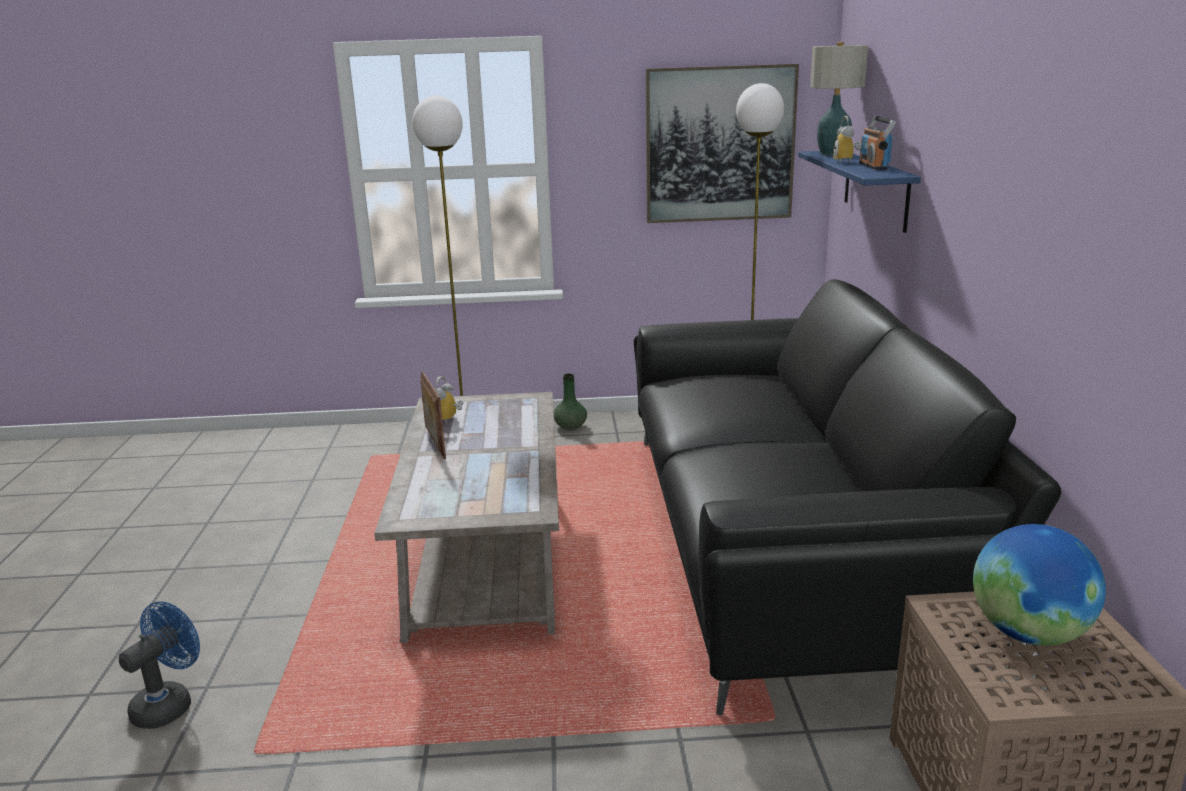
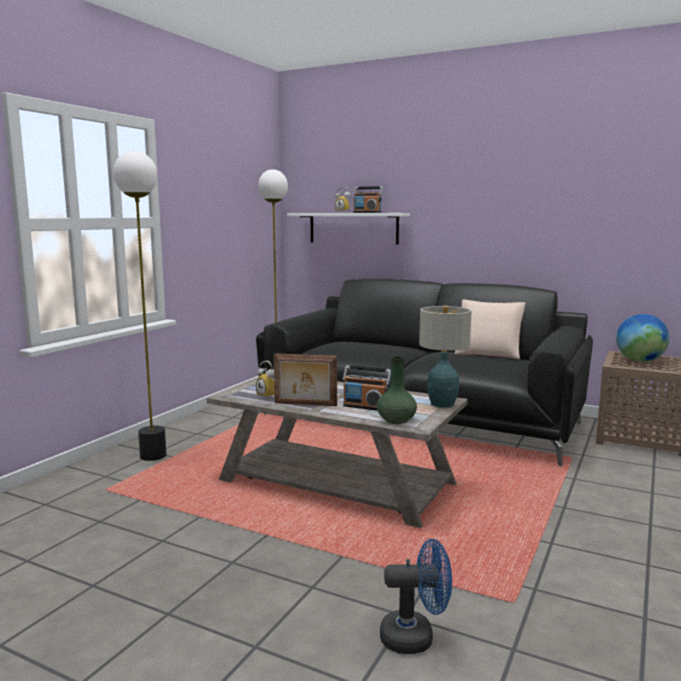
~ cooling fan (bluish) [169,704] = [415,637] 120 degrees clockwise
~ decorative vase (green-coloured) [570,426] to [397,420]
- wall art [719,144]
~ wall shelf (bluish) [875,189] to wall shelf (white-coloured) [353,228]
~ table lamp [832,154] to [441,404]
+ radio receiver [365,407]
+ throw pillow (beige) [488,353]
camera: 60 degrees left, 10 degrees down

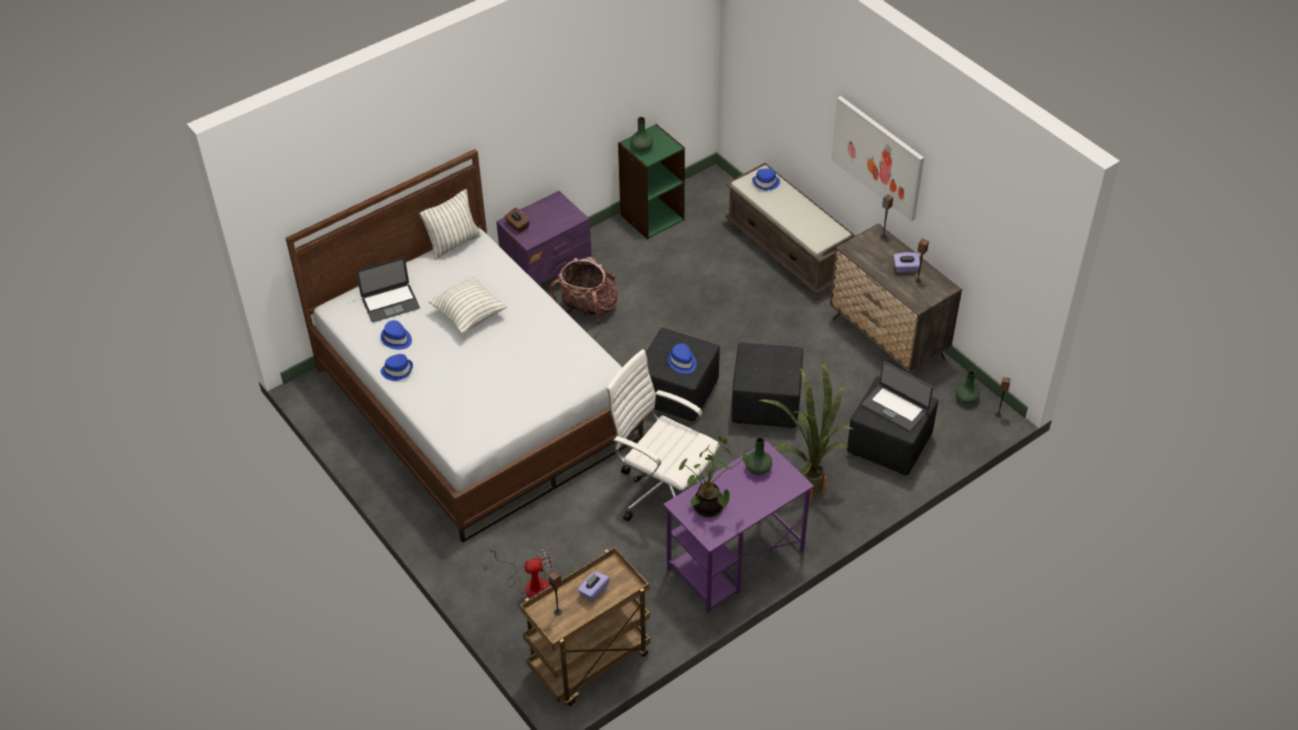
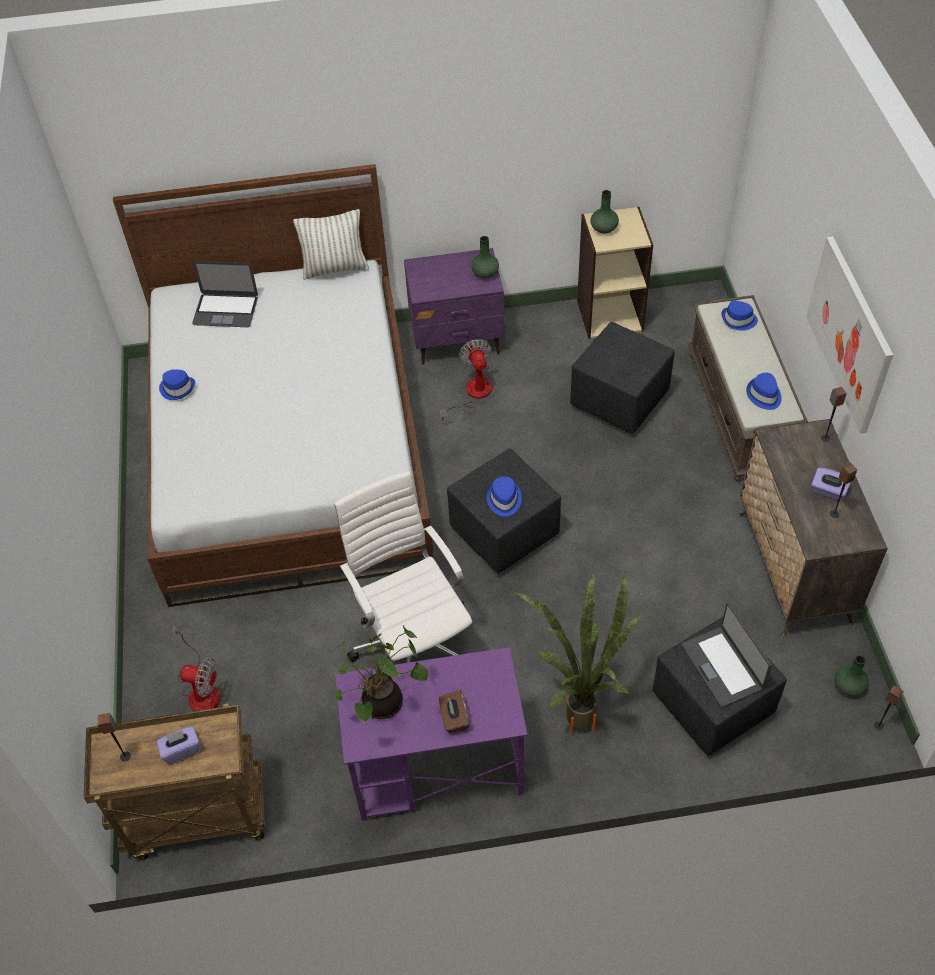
~ wearable hat (bluish) [396,339] to [764,395]
- throw pillow [469,315]
~ tissue holder (brown-coloured) [517,226] to [454,718]
~ knapsack [588,309] to cooling fan [472,395]
~ bookcase (green-coloured) [651,217] to bookcase (beige) [609,315]
~ footrest (black) [766,404] to [620,400]
~ decorative vase (green-coloured) [758,468] to [485,273]
camera: 30 degrees right, 5 degrees up

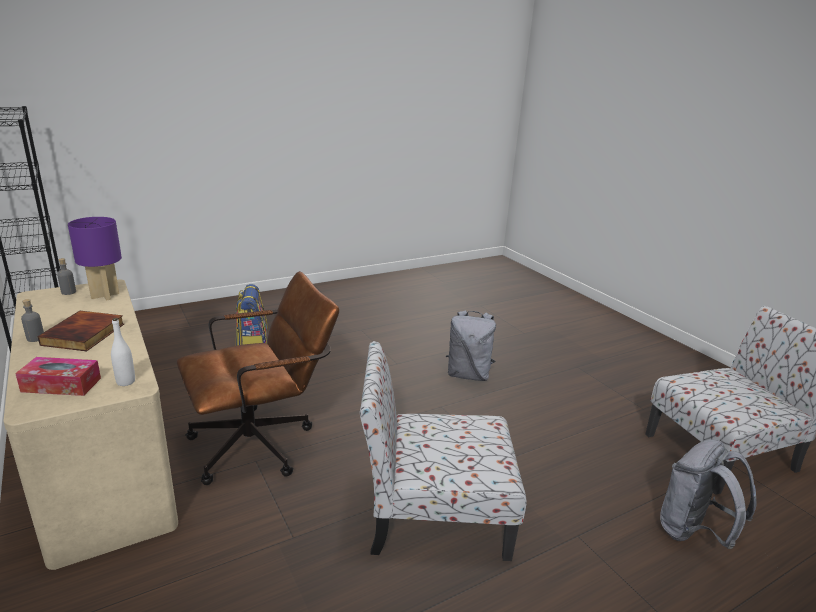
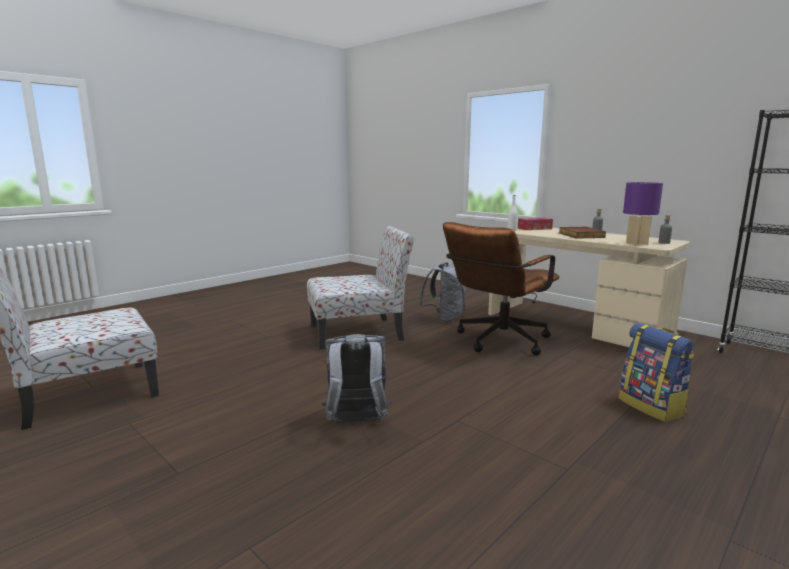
~ knapsack (grey) [693,532] to [445,318]
camera: 165 degrees right, 10 degrees down

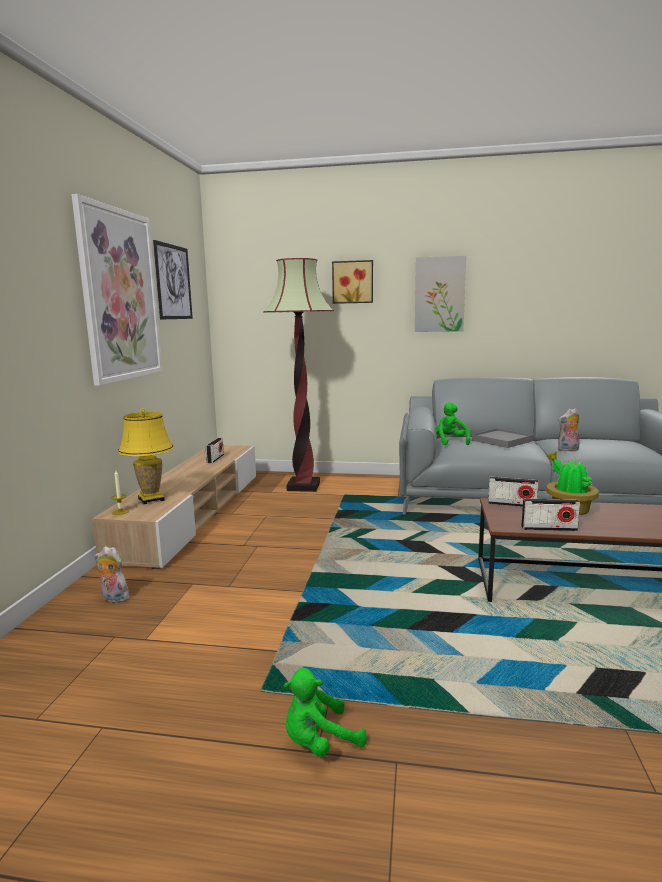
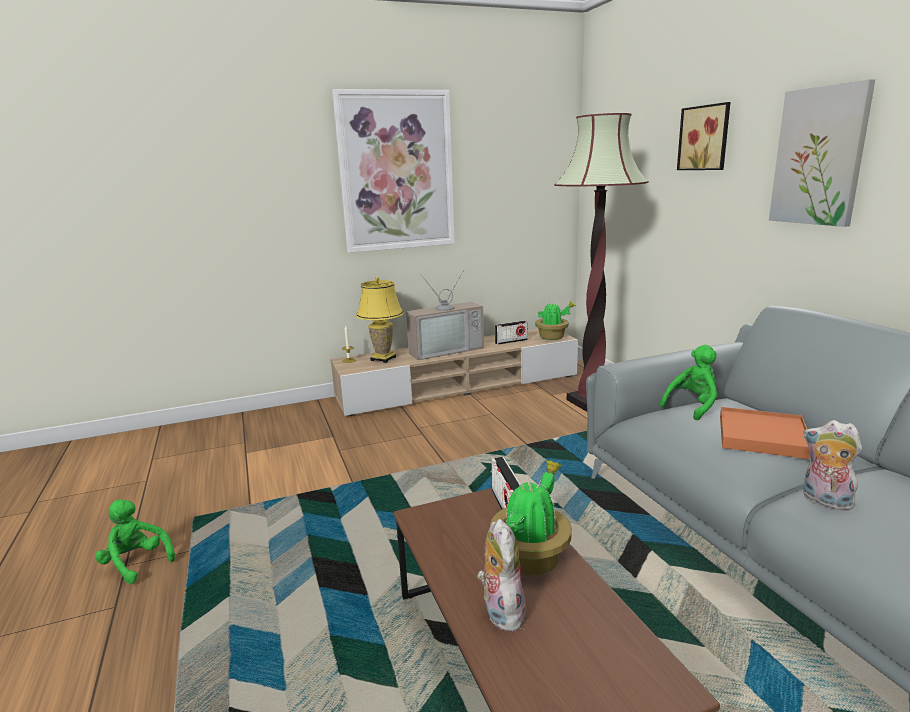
~ soft toy [113,599] to [500,611]
- wall art [173,282]
~ tray (grey) [502,441] to tray (orangey) [762,436]
- radio receiver [549,528]
+ TV [445,349]
+ houseplant [553,337]
camera: 60 degrees right, 5 degrees up

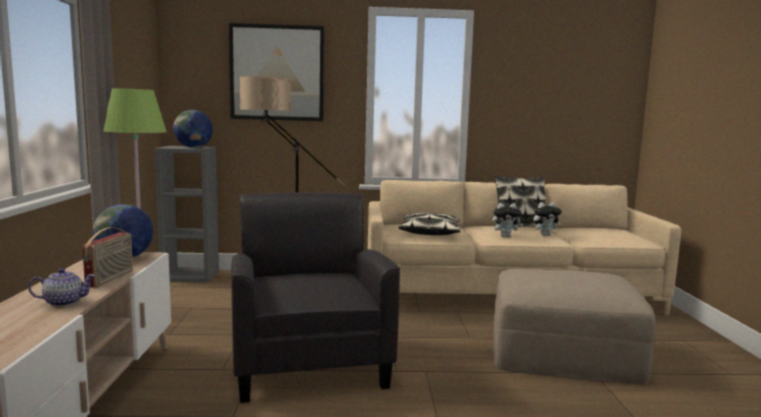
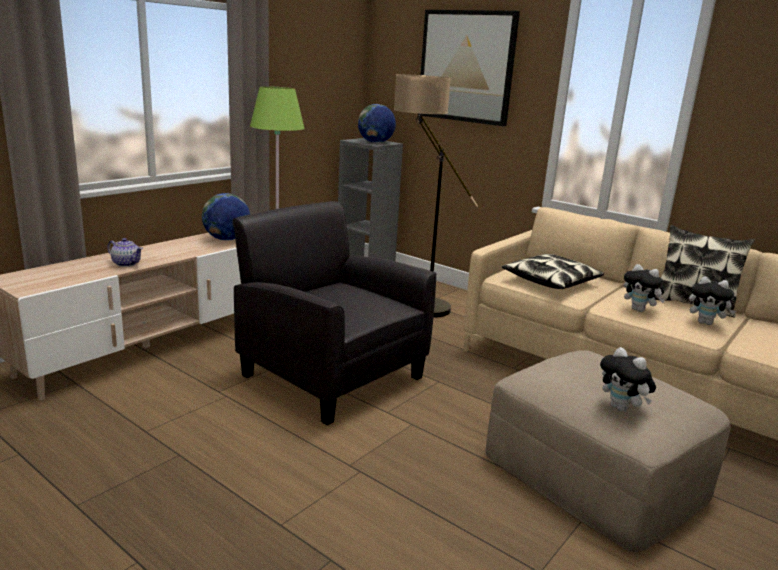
- radio receiver [111,278]
~ armchair (black) [309,363] = [331,375] 75 degrees counterclockwise
+ soft toy [622,408]
camera: 40 degrees right, 10 degrees up

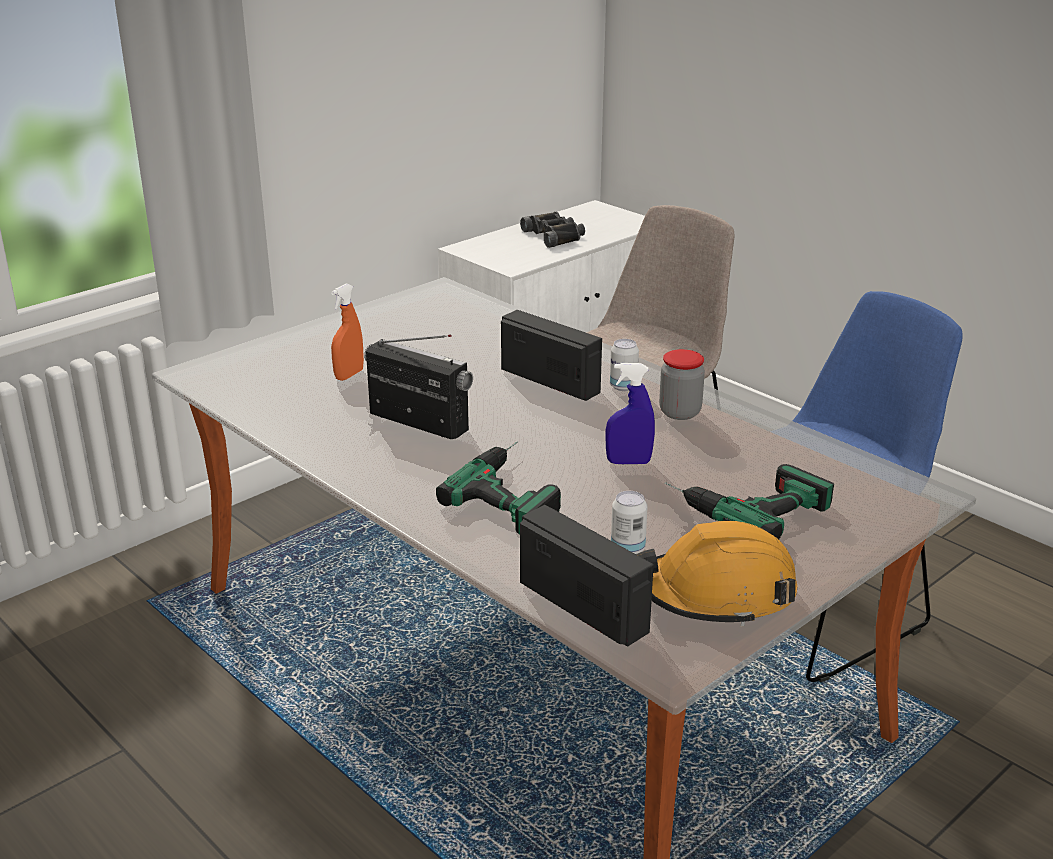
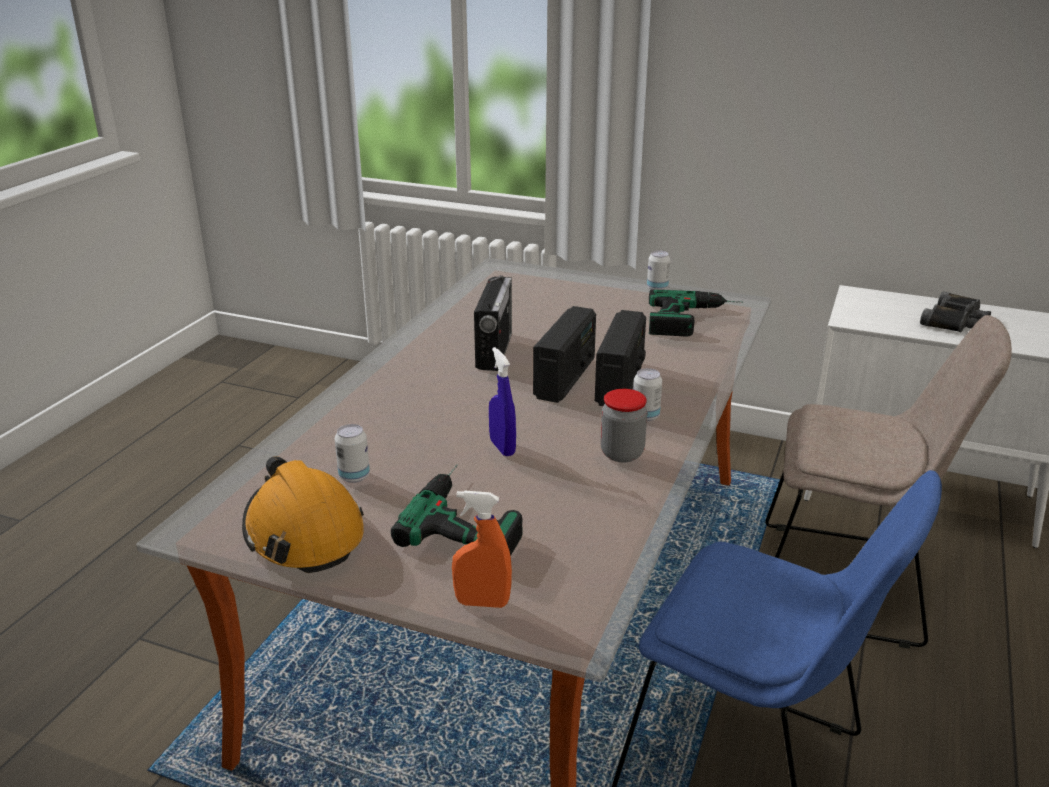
~ sprayer (orangey) [349,375] to [482,603]
~ electric drill [516,491] to [695,320]
~ radio receiver [584,606] to [565,378]
+ sealed can [657,288]
camera: 65 degrees right, 0 degrees up

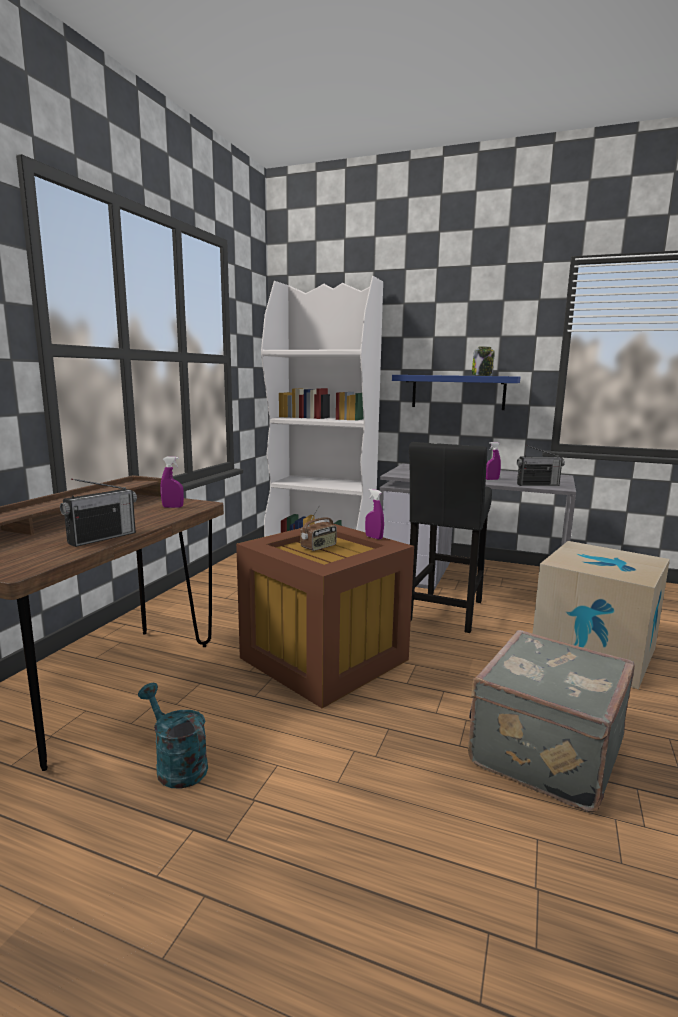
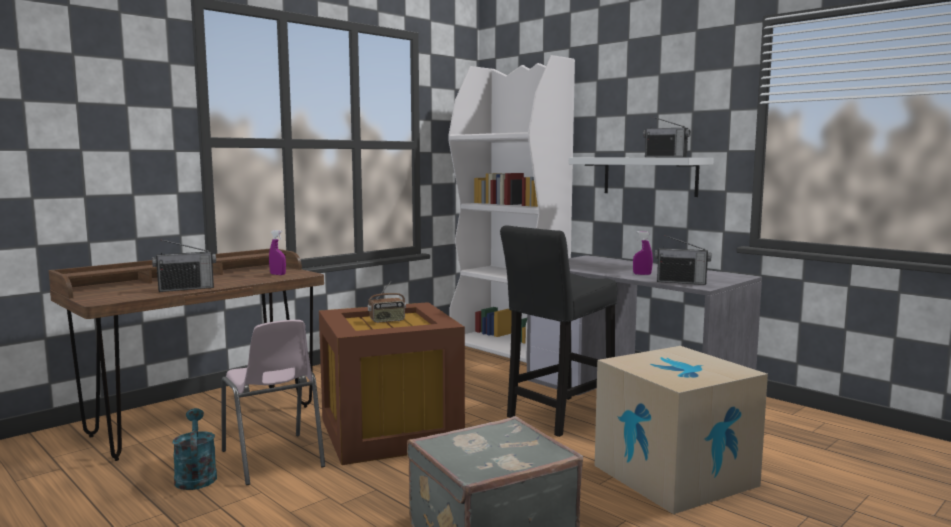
- sprayer (purple) [374,537]
~ wall shelf (bluish) [458,392] to wall shelf (white-coloured) [649,176]
~ preserve jar [482,375] to radio receiver [665,157]
+ upright chair (pink-coloured) [273,459]
camera: 25 degrees right, 5 degrees down

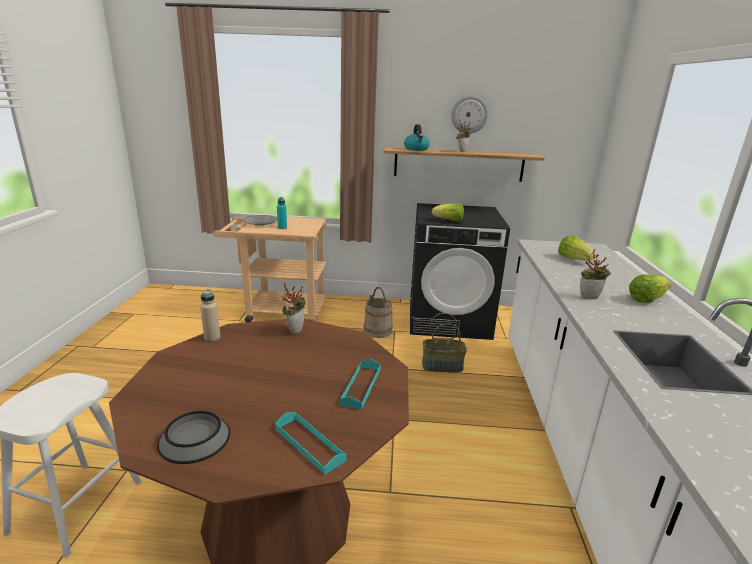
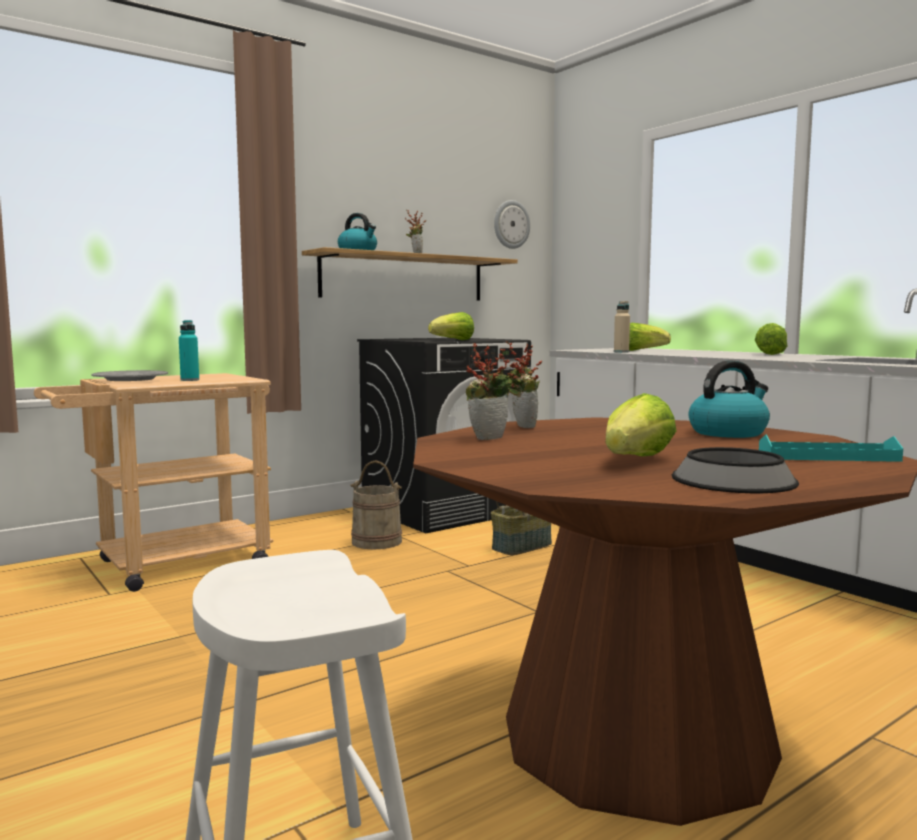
~ bottle (beige) [212,338] to [621,352]
~ tray (turquoise) [361,386] to tea kettle [728,433]
~ hanging clock [469,114] to [511,224]
~ houseplant [589,297] to [488,437]
+ lettuce [636,460]
camera: 40 degrees left, 15 degrees down

